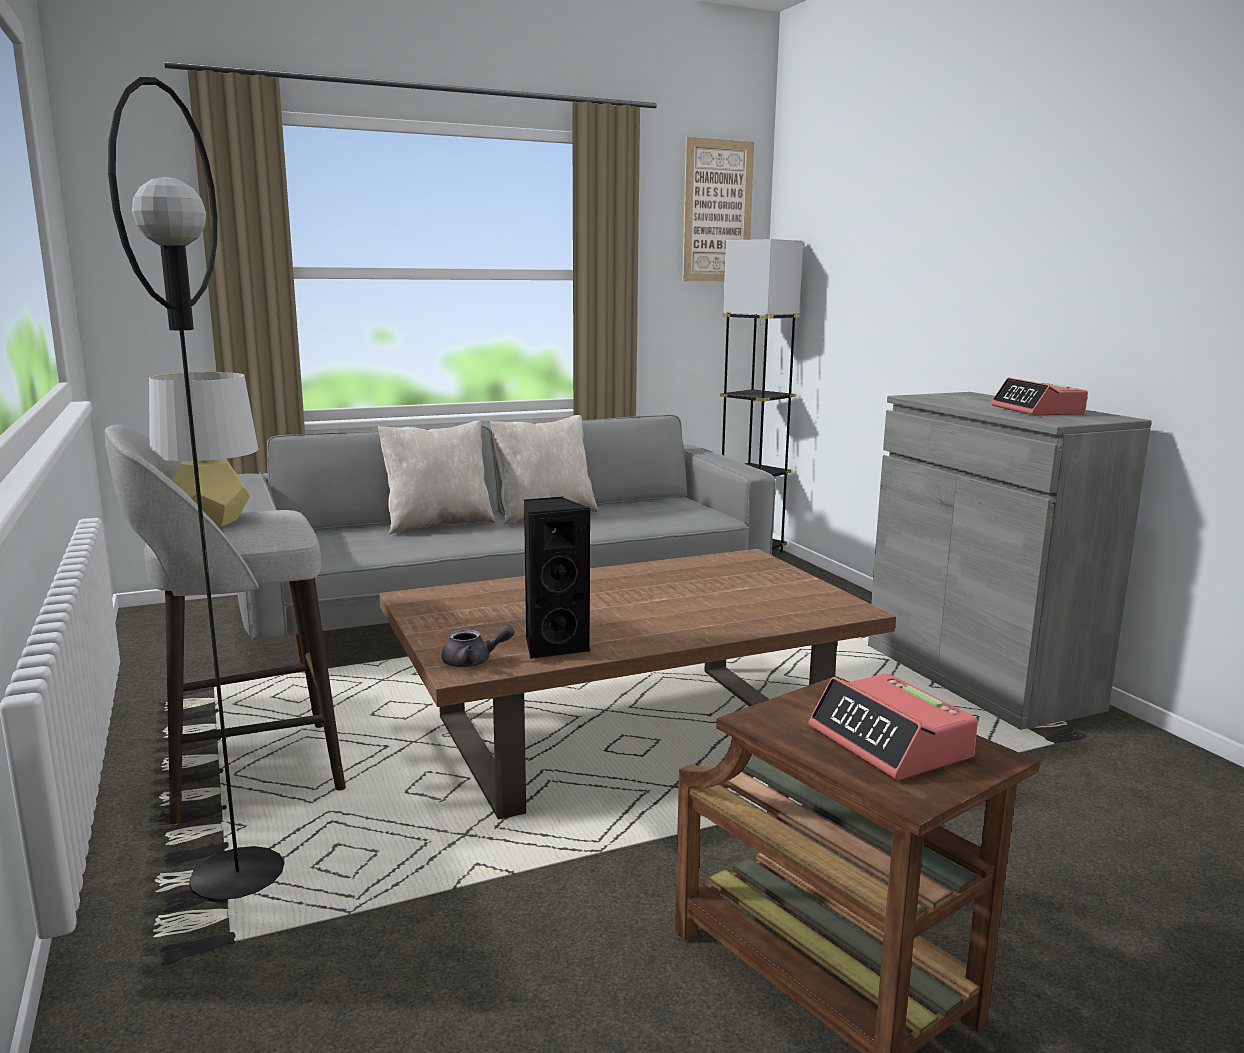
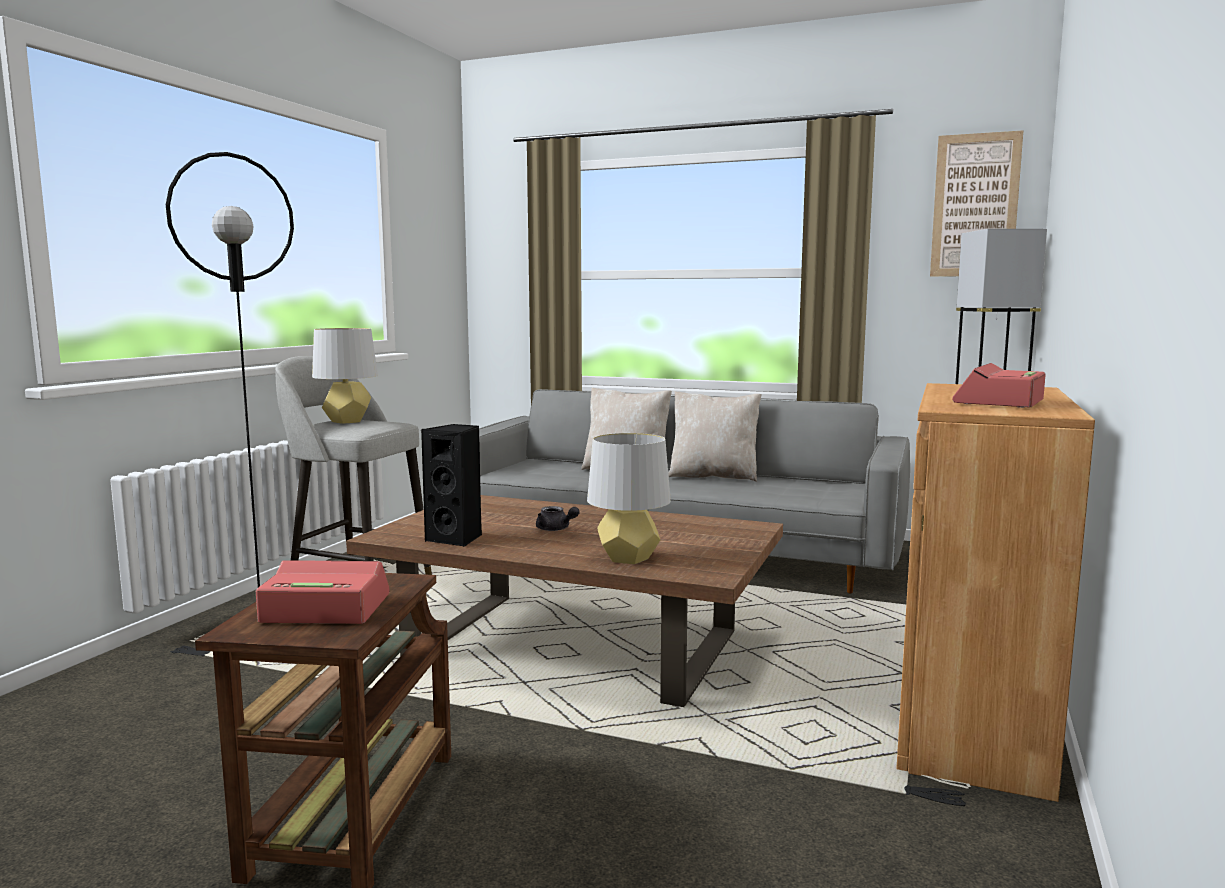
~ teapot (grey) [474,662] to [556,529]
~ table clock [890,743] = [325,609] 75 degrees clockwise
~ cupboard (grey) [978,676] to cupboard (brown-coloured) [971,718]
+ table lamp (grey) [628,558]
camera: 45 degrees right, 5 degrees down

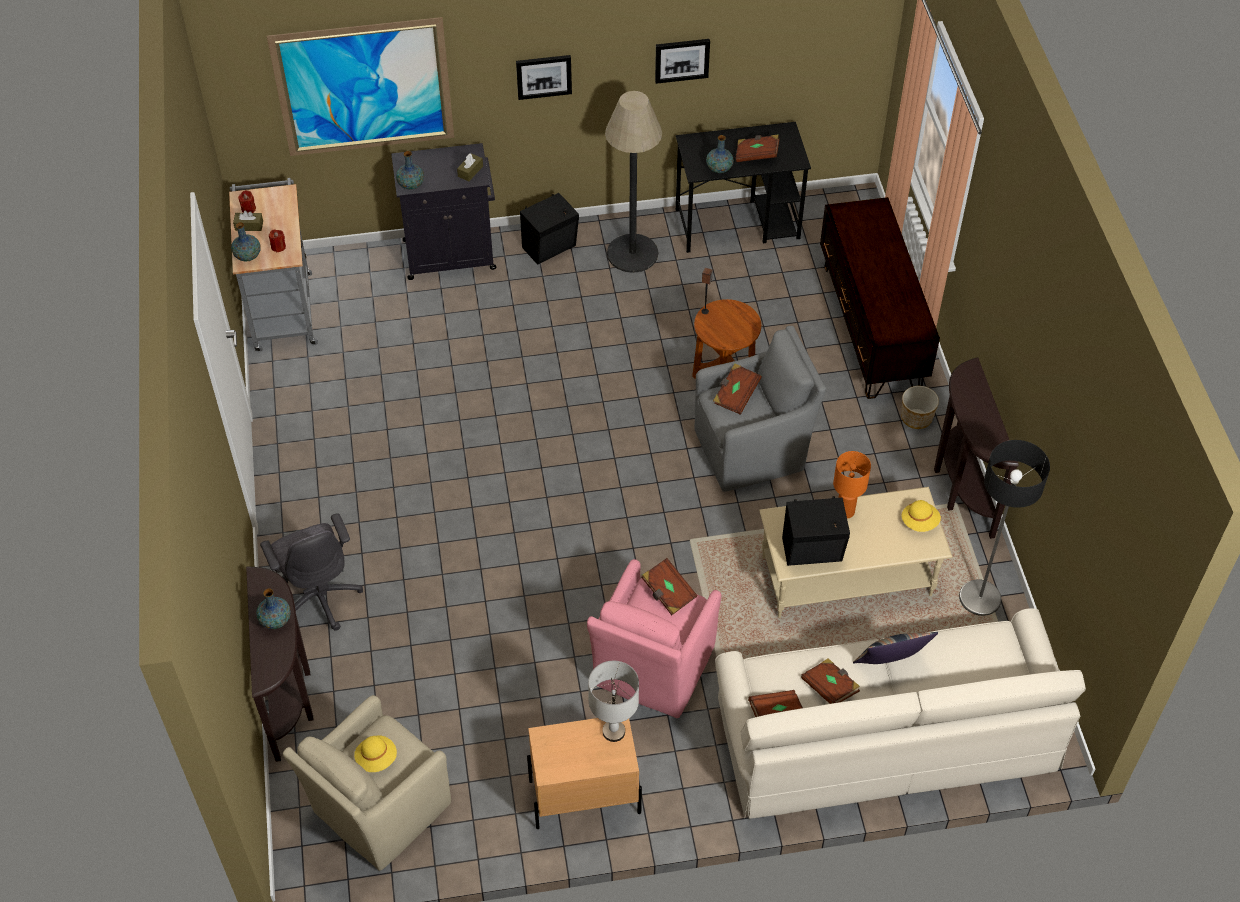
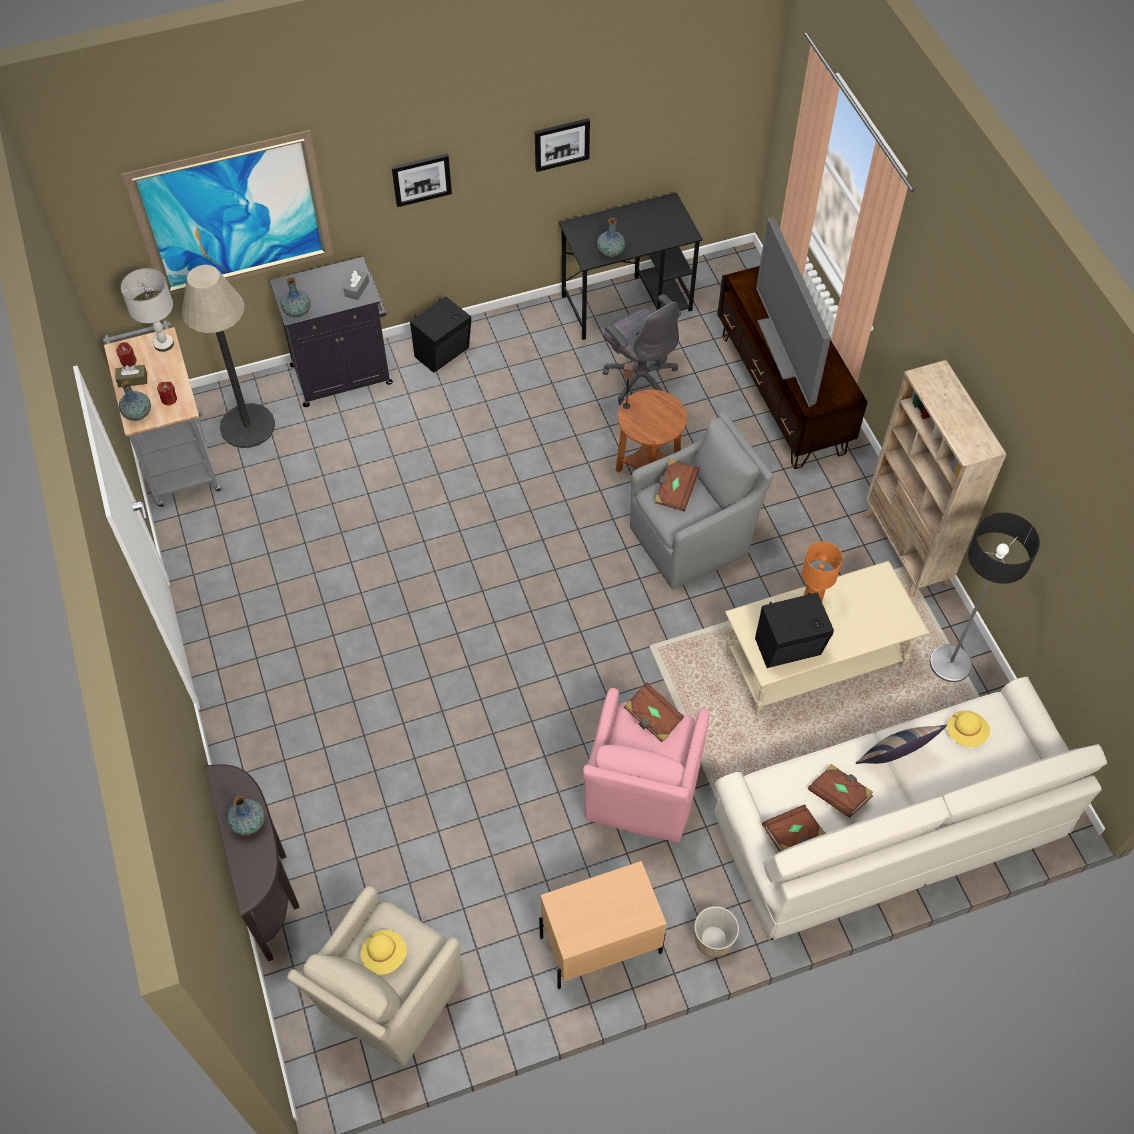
~ office chair (grey) [319,597] to [640,379]
~ tissue holder (brown-coloured) [470,171] to tissue holder (grey) [357,289]
~ table lamp (grey) [614,732] to [164,344]
~ standard lamp [632,254] to [247,426]
- bound book (brown-coloured) [756,155]
~ flower pot [916,418] to [713,940]
~ wearable hat (yellowish) [919,522] to [966,733]
~ narrow table (brown-coloured) [959,488] to bookcase (beige) [905,550]
+ TV [788,347]
camera: 10 degrees left, 5 degrees up

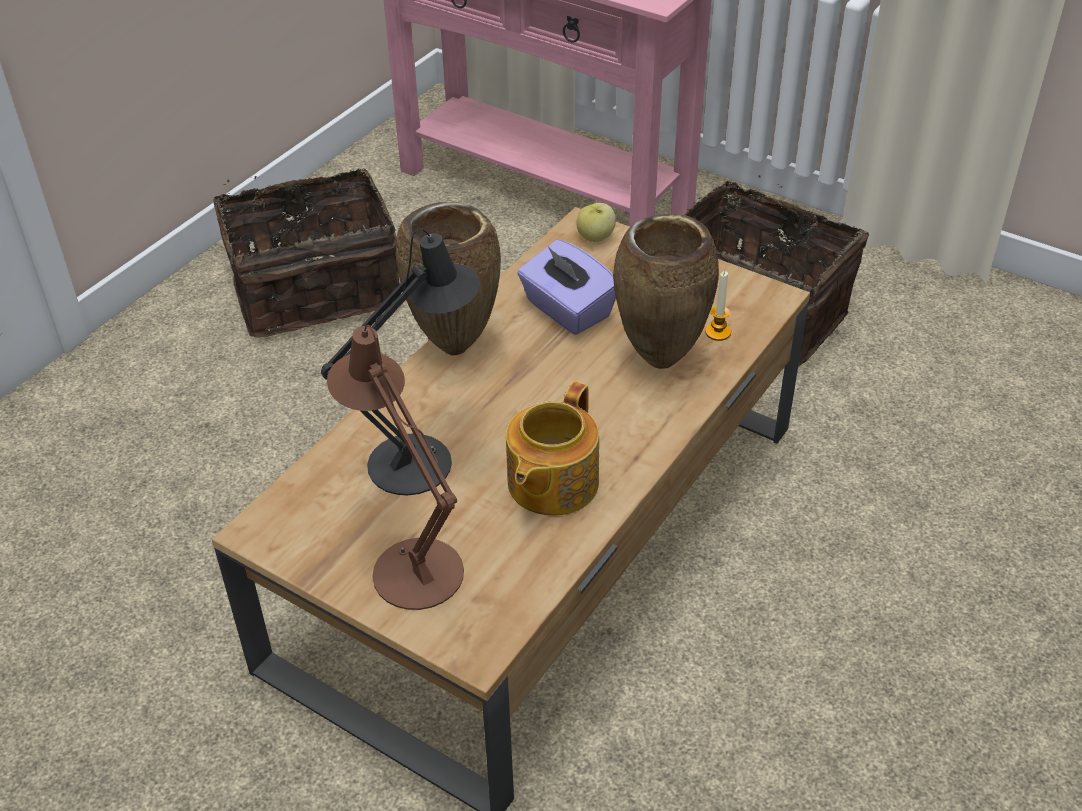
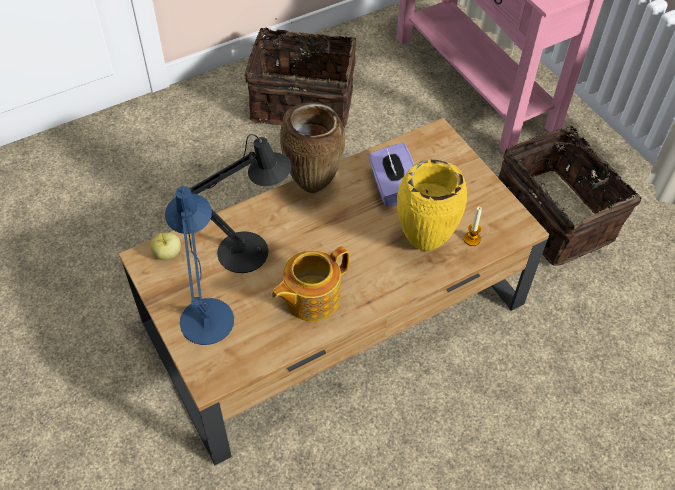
~ table lamp (brown-coloured) [410,564] to table lamp (bluish) [206,314]
~ apple [596,237] to [167,254]
~ decorative vase (brown-coloured) [658,360] to decorative vase (yellowish) [423,243]
camera: 25 degrees right, 10 degrees up

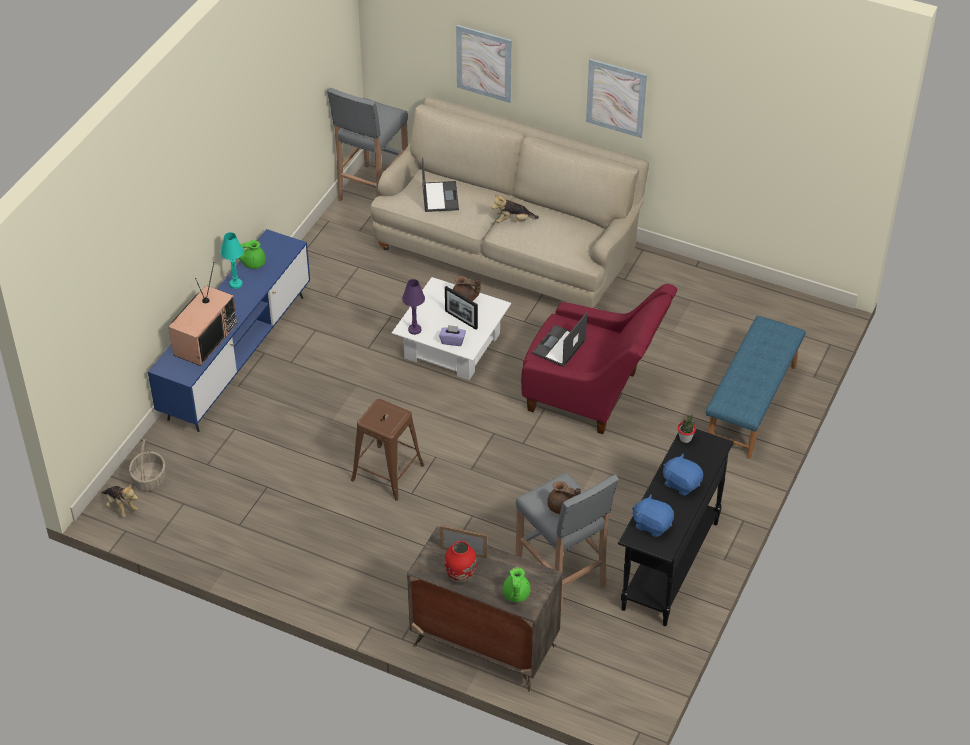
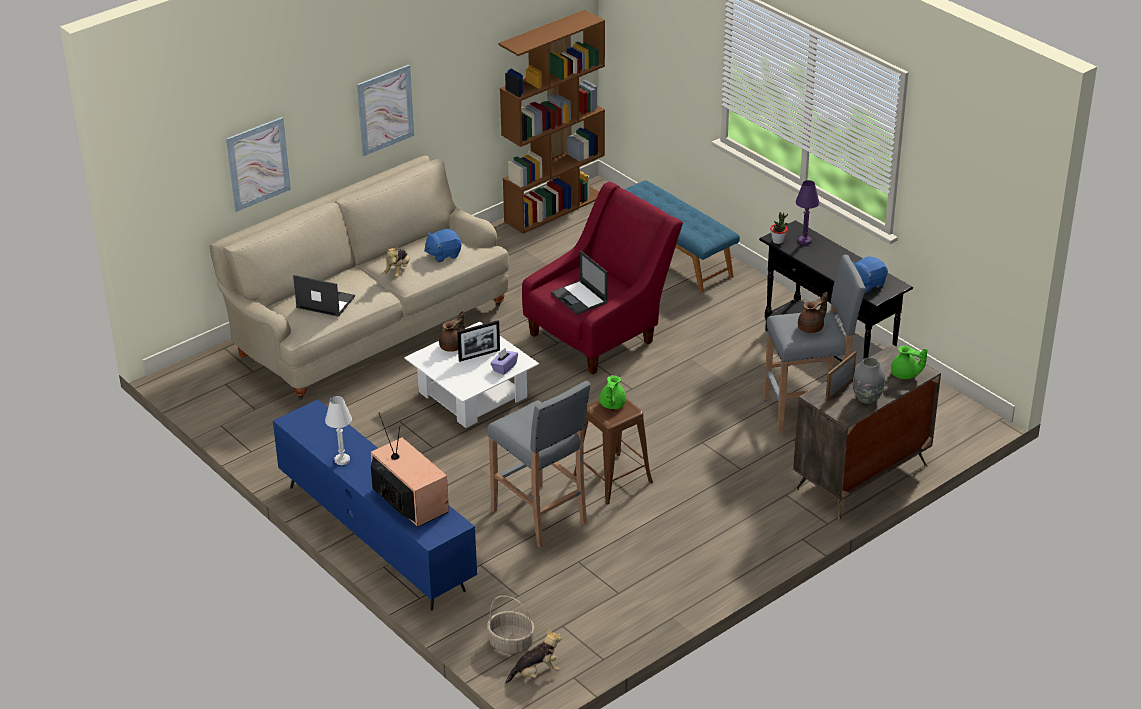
~ table lamp (turquoise) [235,284] to table lamp (white-coloured) [342,460]
~ teapot (green-coloured) [252,263] to [612,404]
~ stool seat (grey) [372,190] to [540,517]
~ table lamp (purple) [414,330] to [804,241]
~ decorative vase (red) [460,576] to decorative vase (grey) [867,398]
~ soft toy (bluish) [681,483] to [443,254]
+ bookcase (brown-coloured) [554,208]
camera: 65 degrees left, 10 degrees down

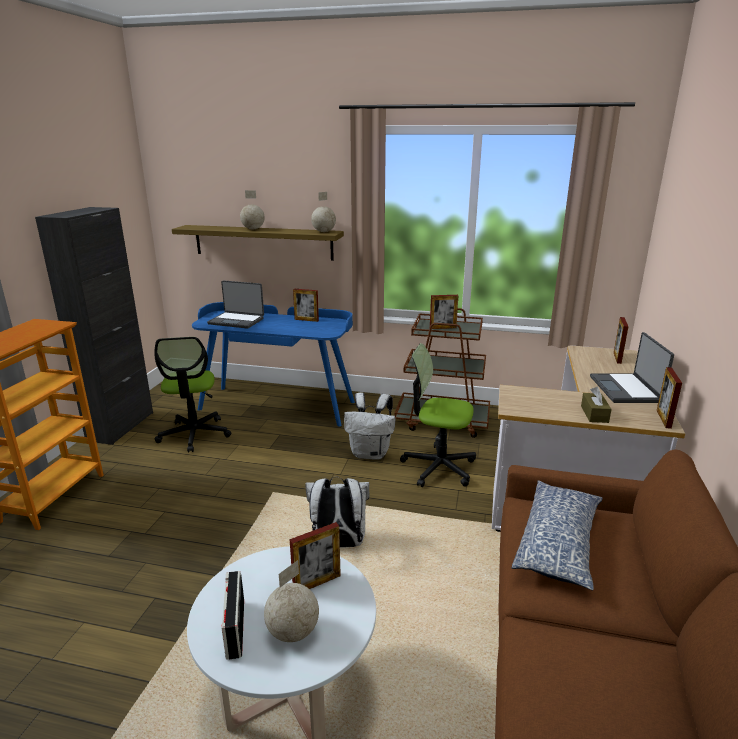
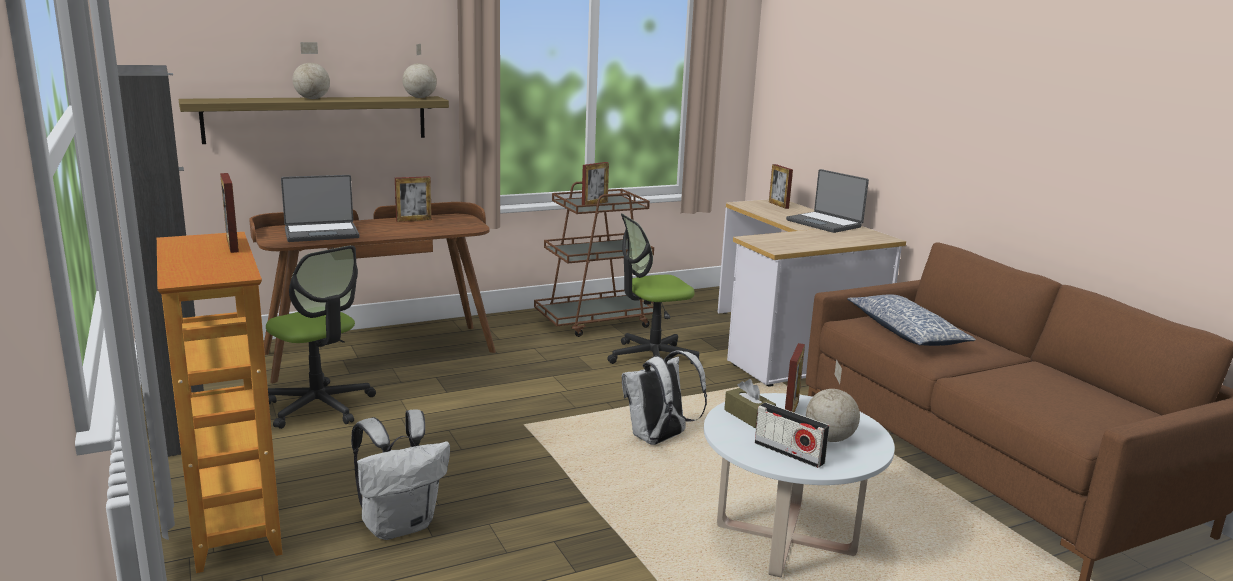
~ desk table (bluish) [277,405] to desk table (brown-coloured) [380,351]
~ knapsack (white-coloured) [371,453] to [400,525]
~ tissue holder (brown-coloured) [594,414] to [748,416]
~ picture frame [663,419] to [232,245]
camera: 40 degrees left, 5 degrees down

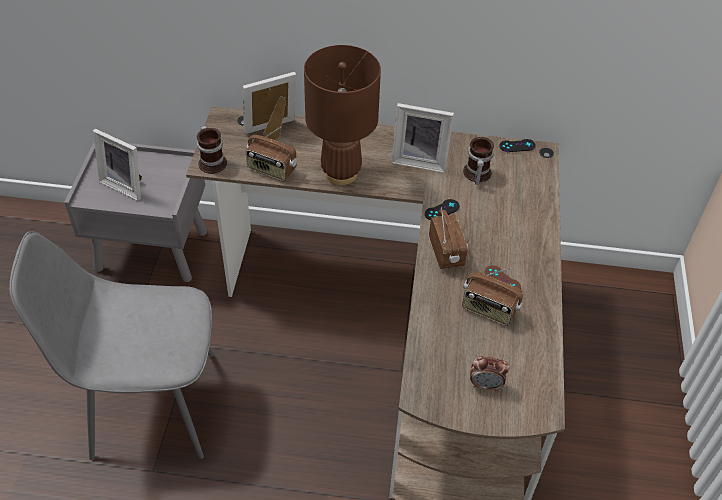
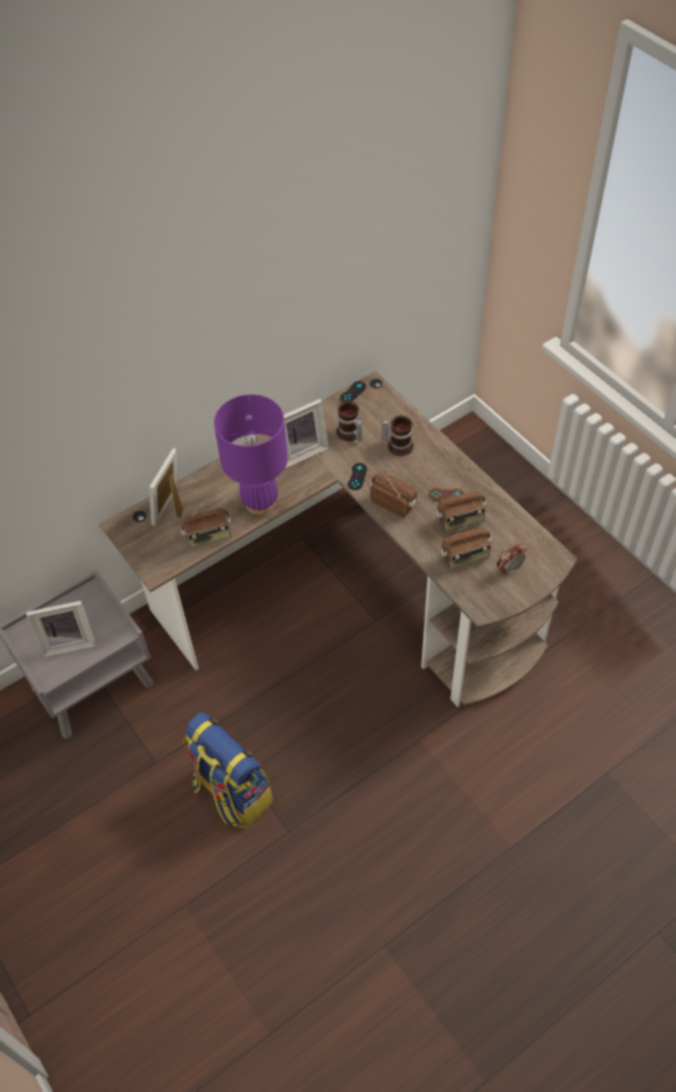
~ upright chair (grey) [149,404] to knapsack [231,792]
~ mug [213,161] to [398,444]
~ table lamp (brown-coloured) [341,173] to table lamp (purple) [260,502]
+ radio receiver [465,558]
camera: 40 degrees left, 5 degrees up

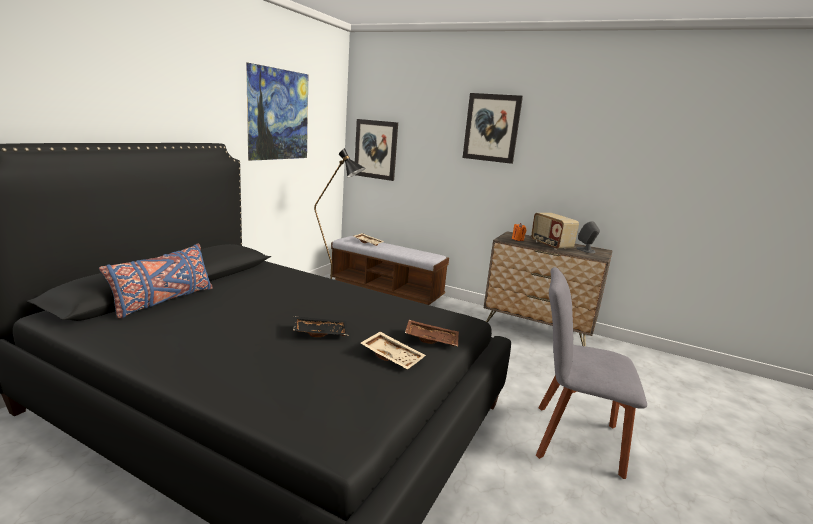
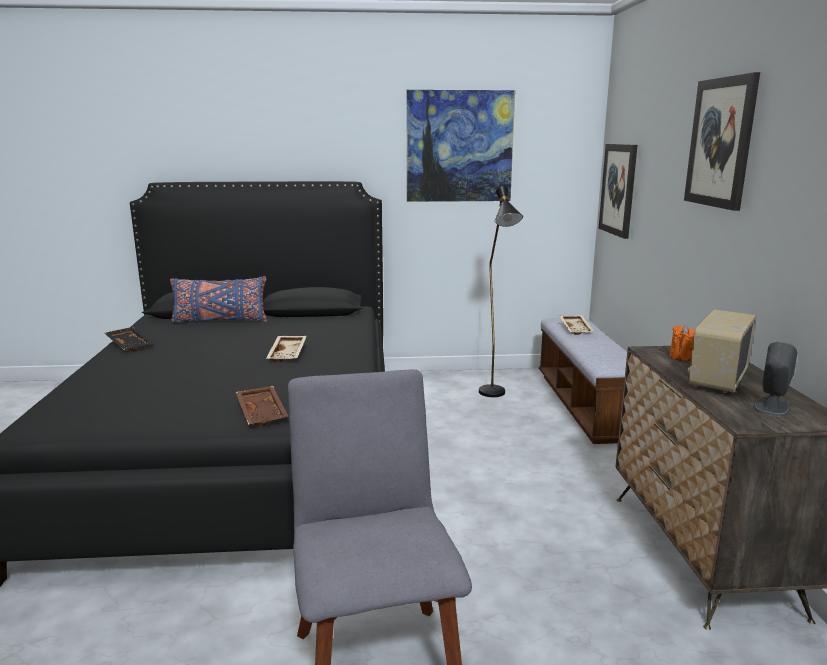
~ tray (black) [320,332] to [130,345]
~ tray (beige) [393,356] to [288,354]
camera: 60 degrees right, 0 degrees up

